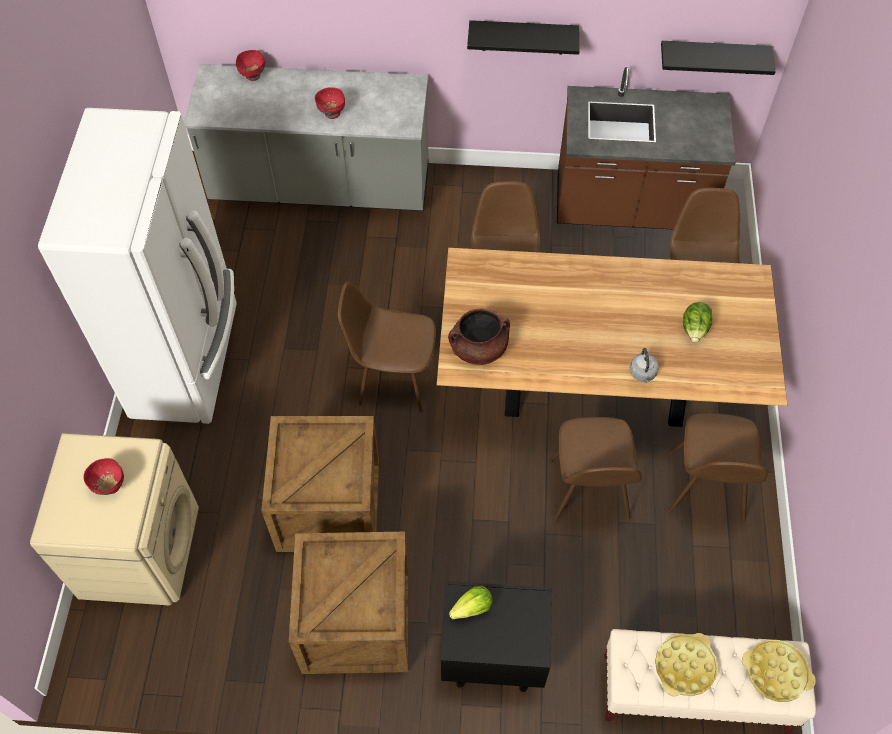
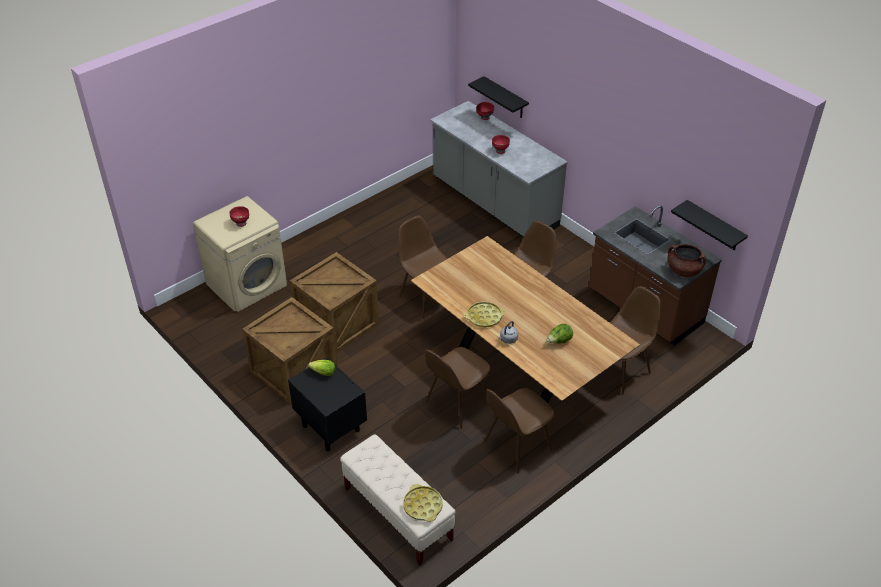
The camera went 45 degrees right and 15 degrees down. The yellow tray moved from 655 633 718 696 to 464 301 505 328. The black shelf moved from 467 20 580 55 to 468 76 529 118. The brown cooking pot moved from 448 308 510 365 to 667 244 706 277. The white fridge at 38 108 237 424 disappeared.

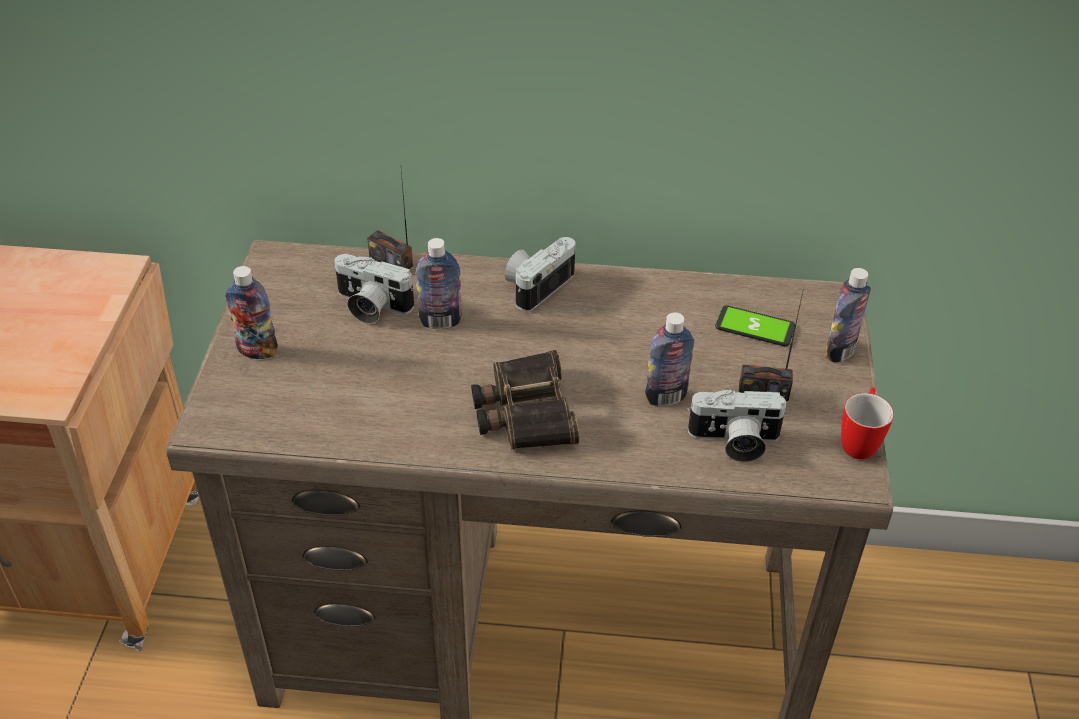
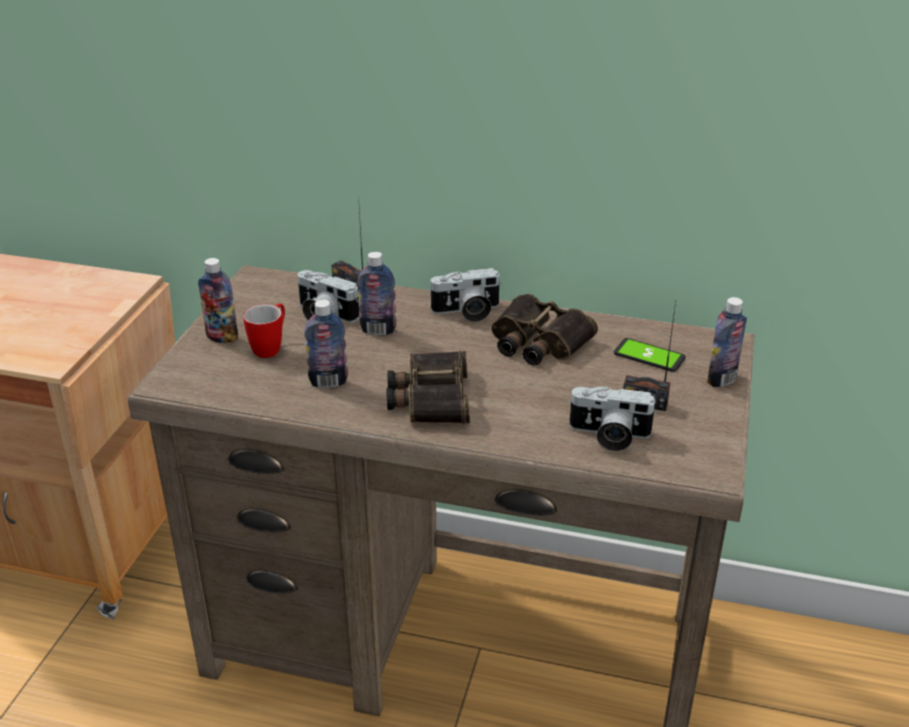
The camera went 10 degrees right and 10 degrees down. The mug moved from 841 387 894 459 to 243 303 285 358. The bottle moved from 645 312 695 406 to 304 300 348 388. The photo camera at 504 237 576 312 turned 150 degrees counterclockwise. The binoculars at 491 294 598 365 appeared.

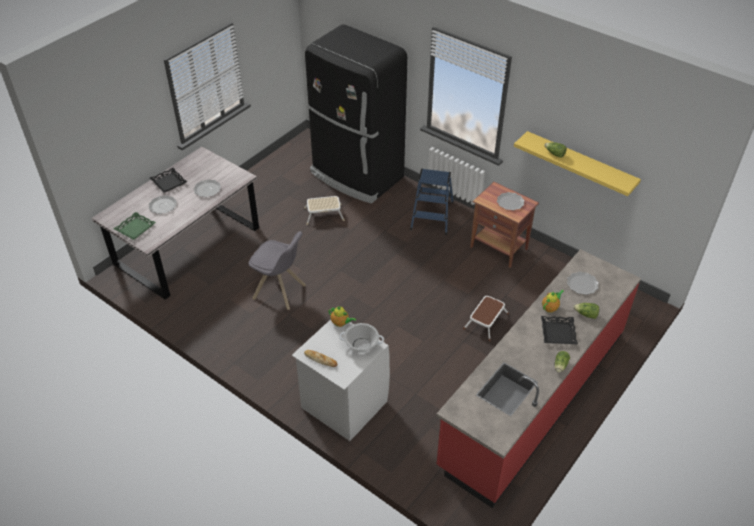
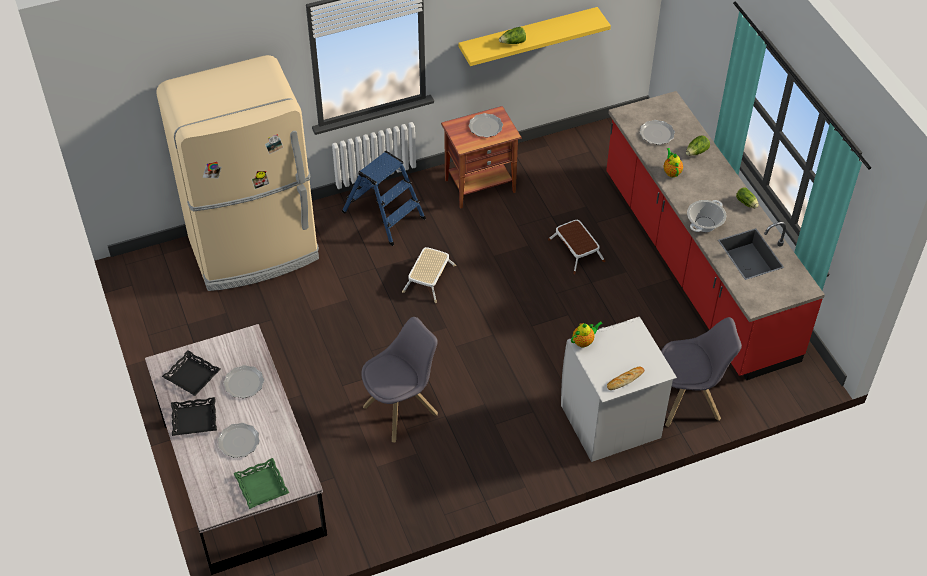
The camera went 60 degrees left and 5 degrees up. The black fridge at 305 24 407 204 became the beige fridge at 156 55 319 291. The black tray moved from 541 316 578 344 to 162 350 221 396. The beige step ladder moved from 304 196 345 225 to 402 247 456 303. The grey chair at 661 317 742 427 appeared. The cooking pot moved from 339 323 384 353 to 687 200 726 232.

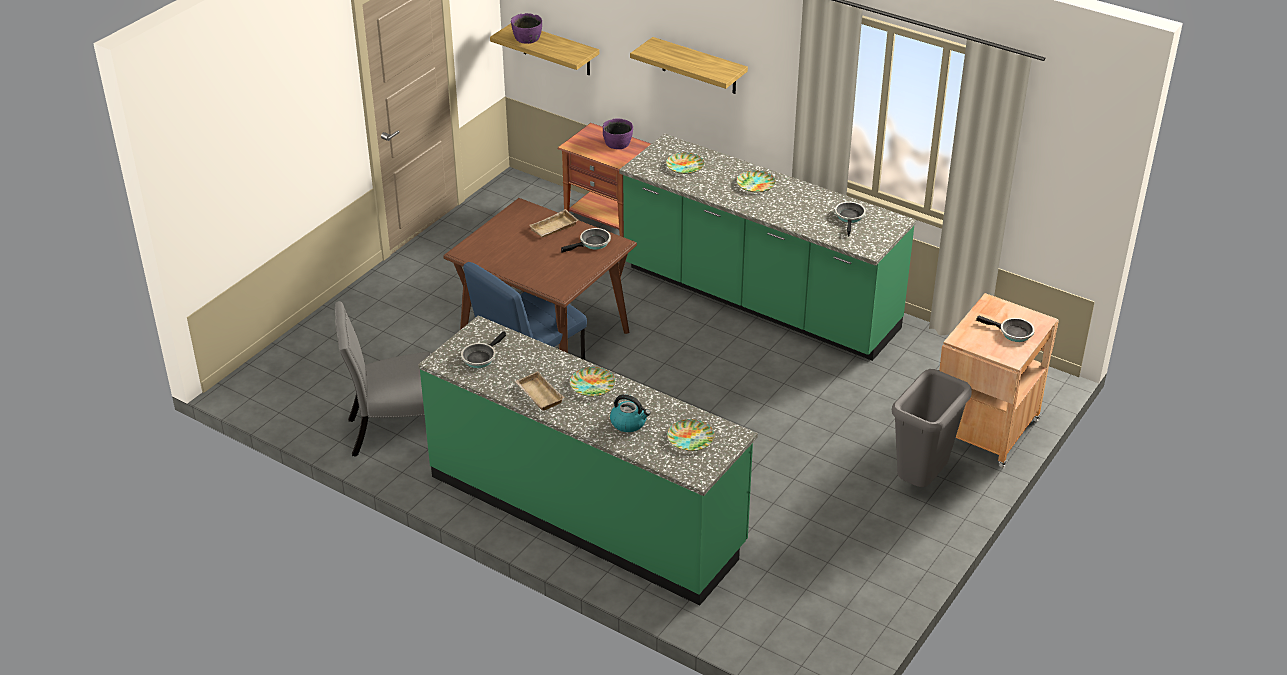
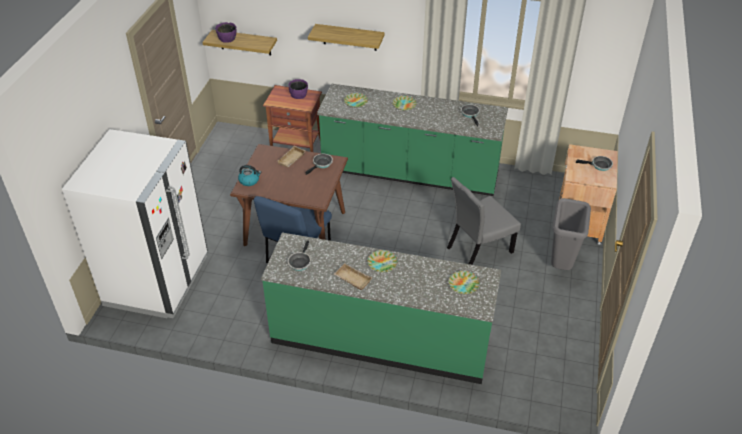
The camera went 20 degrees left and 5 degrees up. The white fridge at 62 129 208 318 appeared. The kettle moved from 610 394 651 432 to 238 165 261 186. The grey chair moved from 335 301 431 456 to 447 177 521 265.

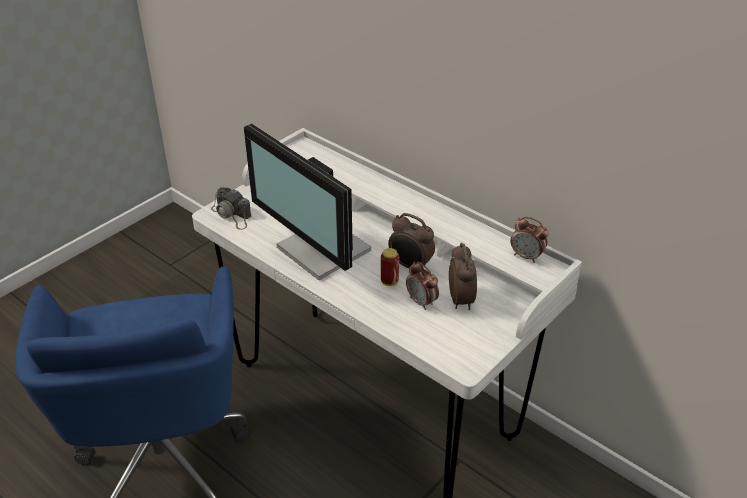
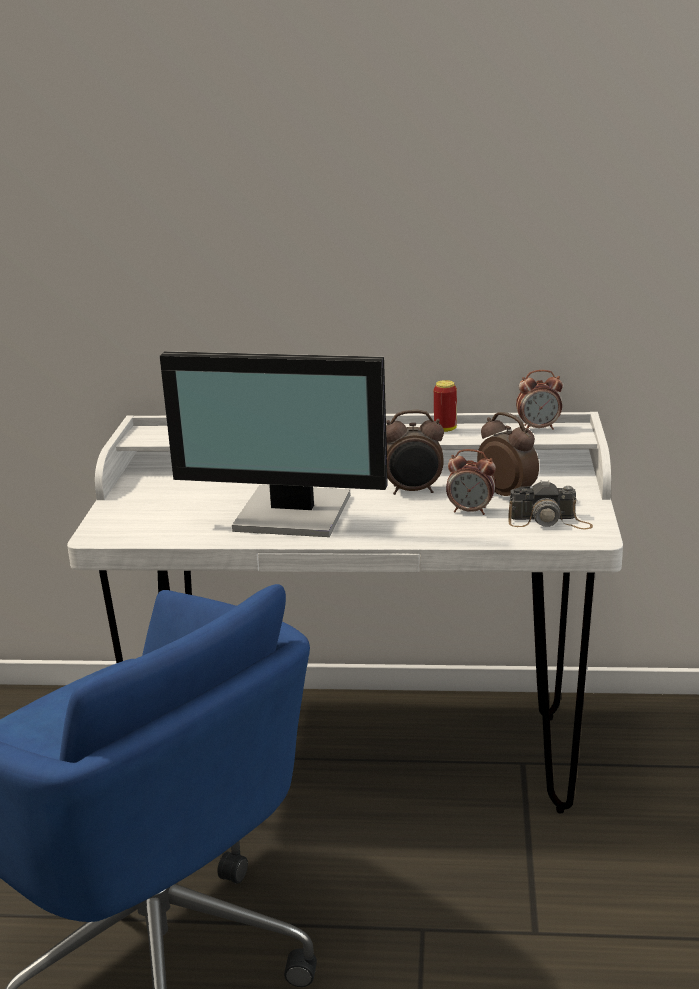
The camera went 35 degrees left and 15 degrees down. The can moved from 381 248 399 286 to 434 380 457 432. The photo camera moved from 211 187 251 230 to 508 480 593 529.

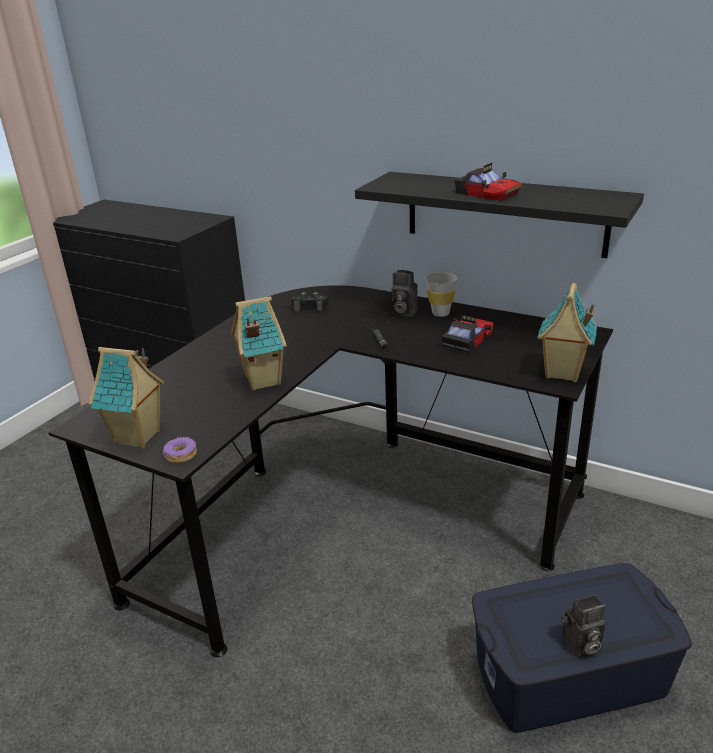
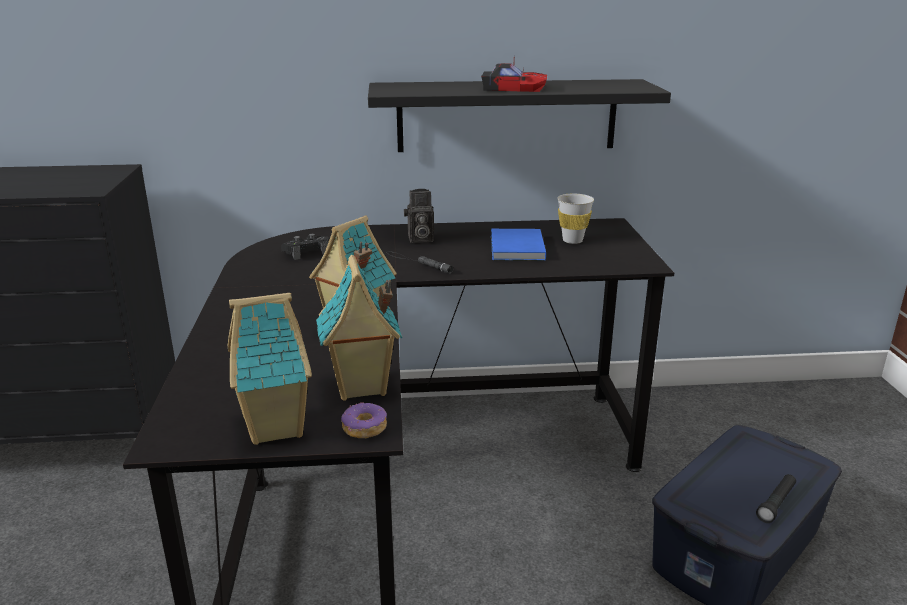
The camera went 35 degrees left and 5 degrees down. The toy house moved from 537 283 597 382 to 316 255 402 401. The toy car at 441 314 494 353 was replaced by the blue book at 491 229 546 261. The white cup moved from 426 272 457 317 to 557 194 594 244. The photo camera at 561 595 606 657 was replaced by the black flashlight at 756 474 796 523.

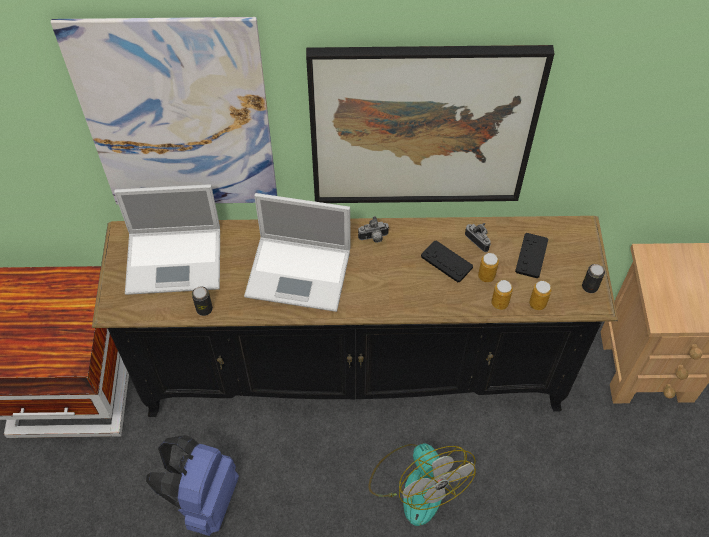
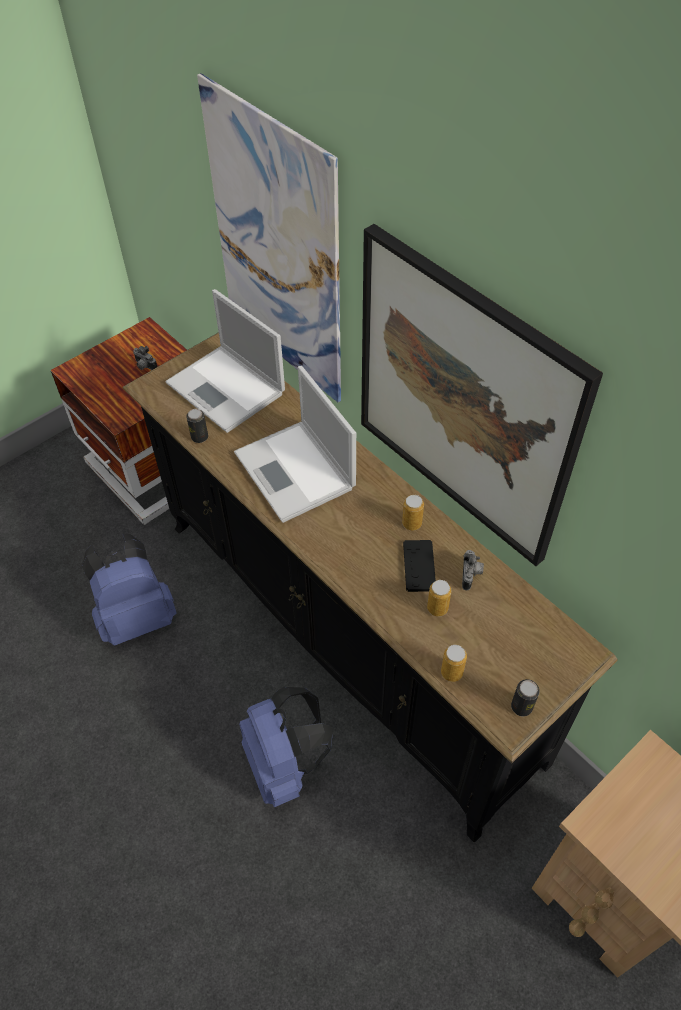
The camera went 50 degrees right and 5 degrees down. The photo camera moved from 358 216 389 243 to 133 346 157 370. The fan at 369 443 476 526 was replaced by the blue backpack at 239 687 333 807. The can moved from 491 280 513 310 to 402 495 424 531. The black game controller at 515 233 548 279 disappeared.

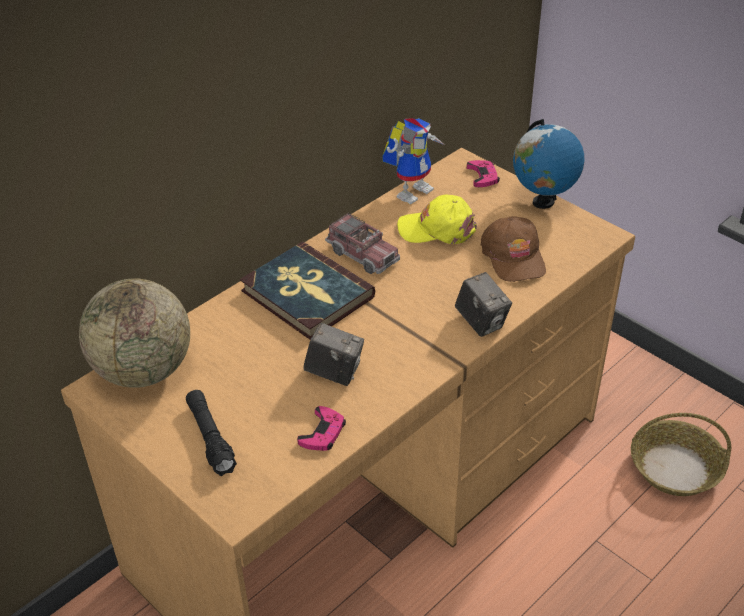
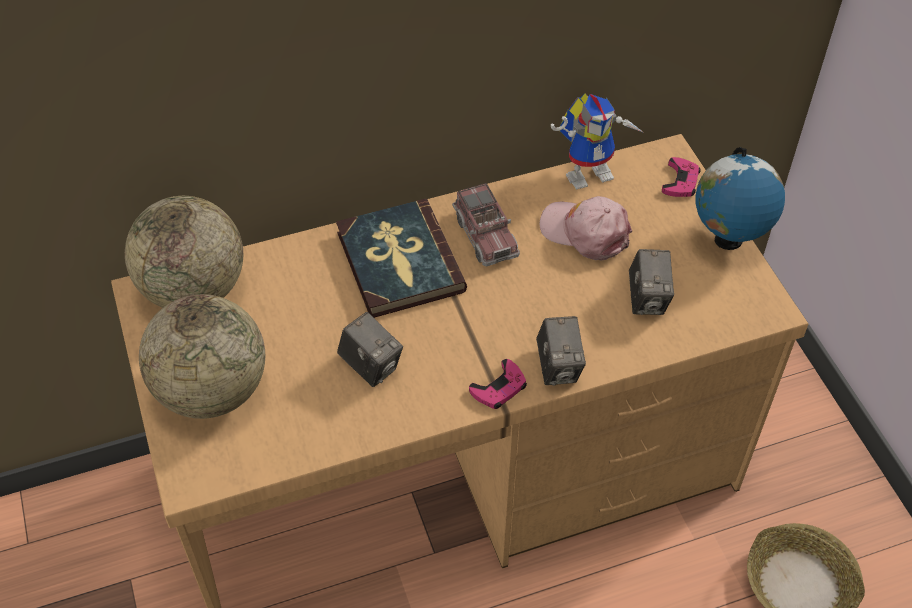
The camera went 25 degrees right and 10 degrees up. The black flashlight at 186 390 237 476 was replaced by the globe at 139 294 265 419. The pink game controller moved from 297 406 346 451 to 469 359 527 409. The yellow cap at 397 195 477 244 became the pink cap at 539 196 632 261. The brown cap at 480 216 546 282 was replaced by the photo camera at 629 249 674 315.

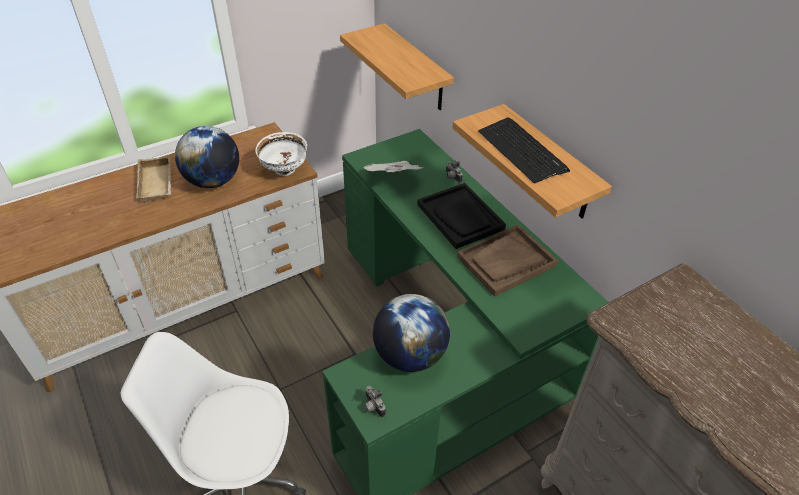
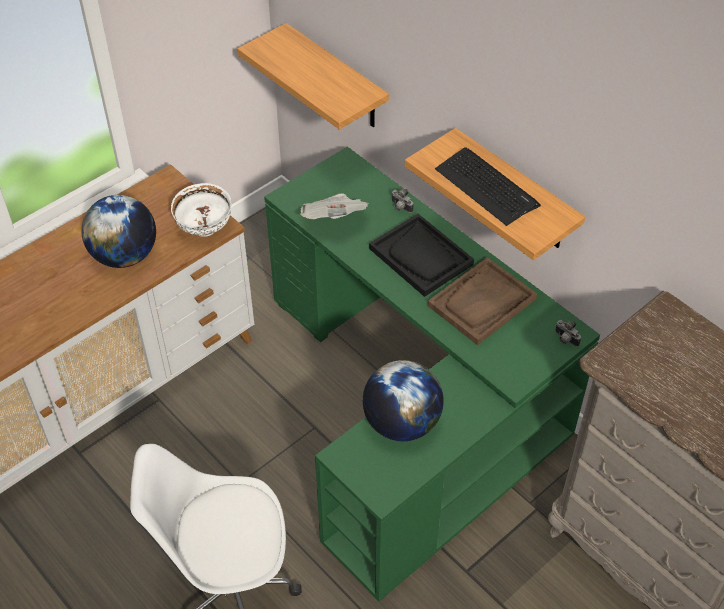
The camera went 10 degrees left and 5 degrees up. The photo camera moved from 364 386 386 417 to 555 320 581 347. The beige tray at 136 156 171 203 disappeared.

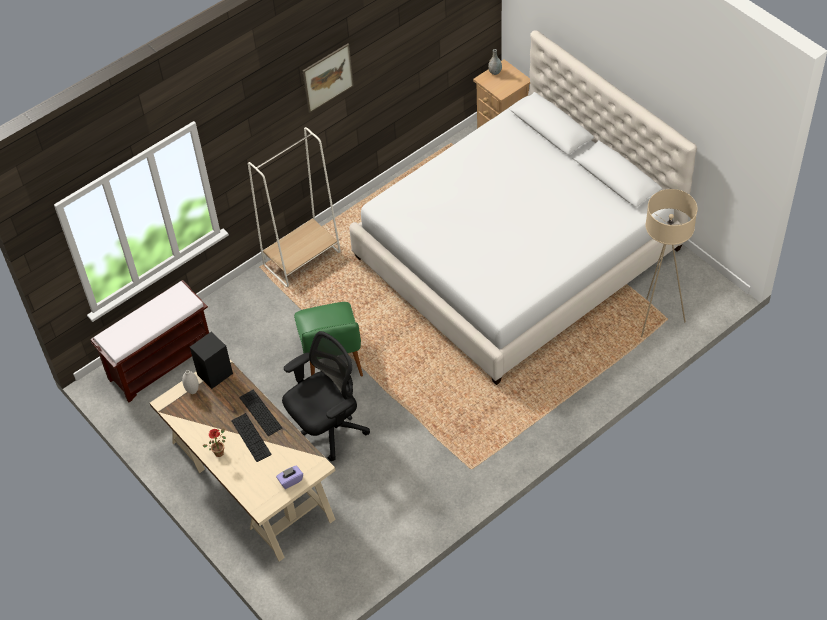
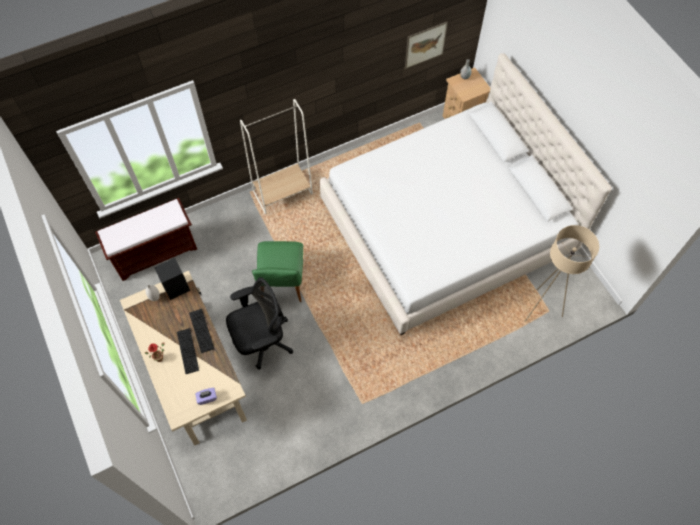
The camera went 10 degrees right and 10 degrees up. The picture moved from 303 44 354 113 to 405 22 448 69.

